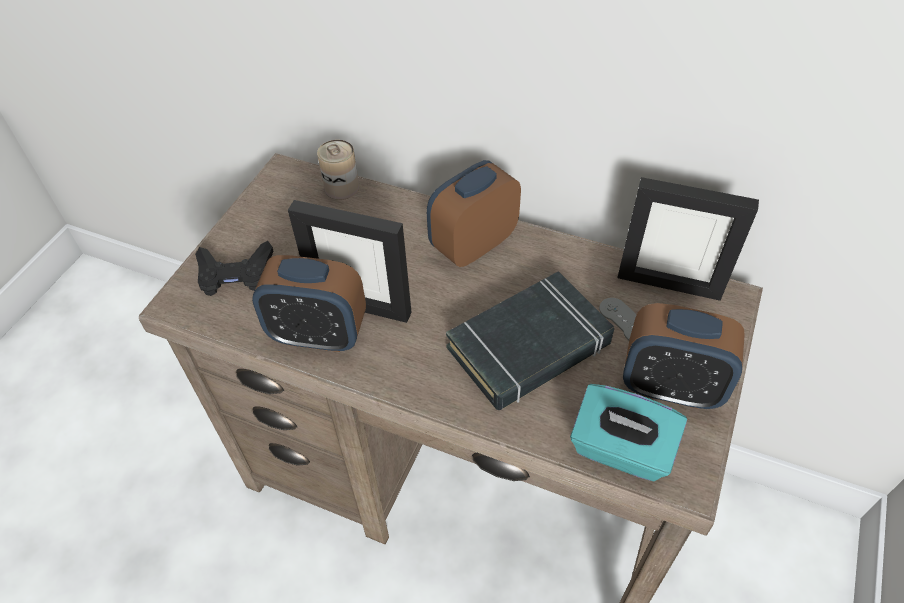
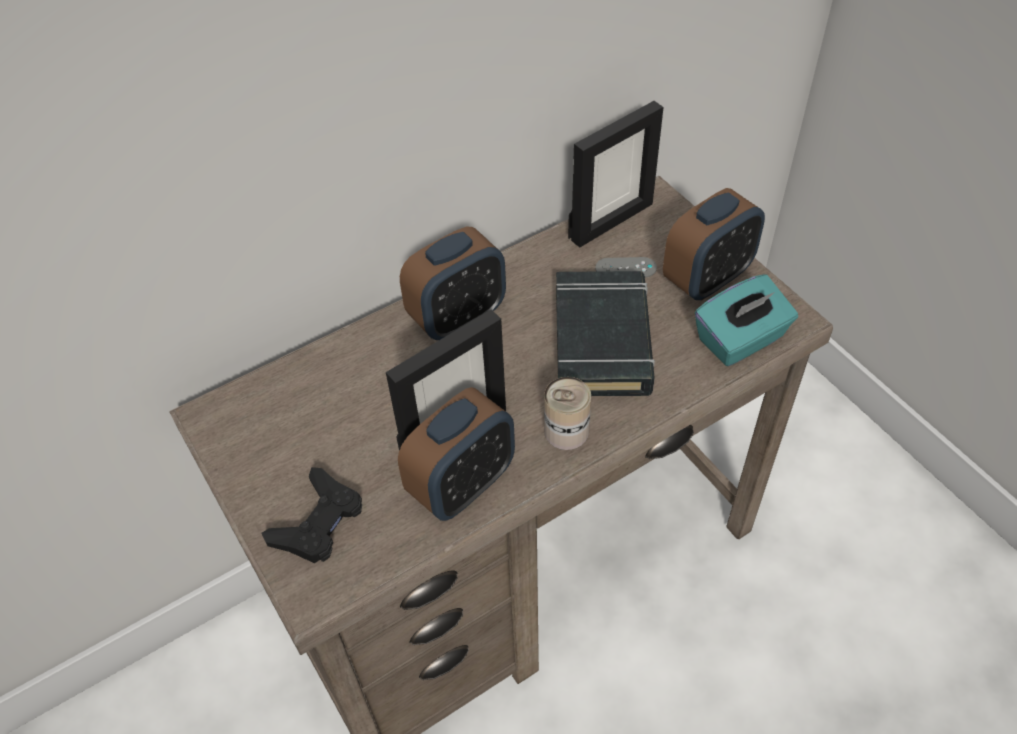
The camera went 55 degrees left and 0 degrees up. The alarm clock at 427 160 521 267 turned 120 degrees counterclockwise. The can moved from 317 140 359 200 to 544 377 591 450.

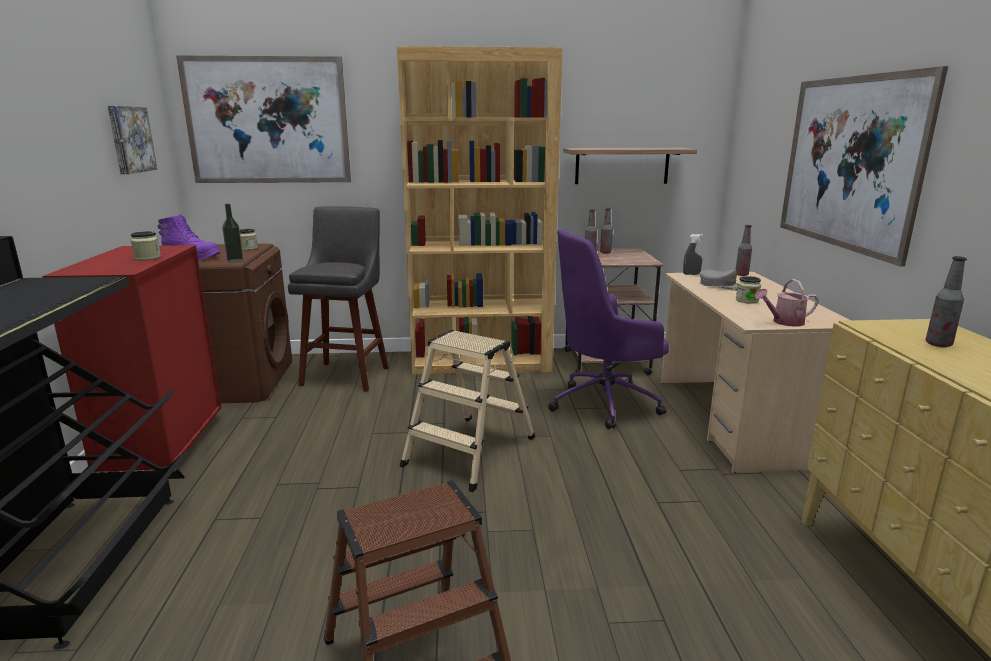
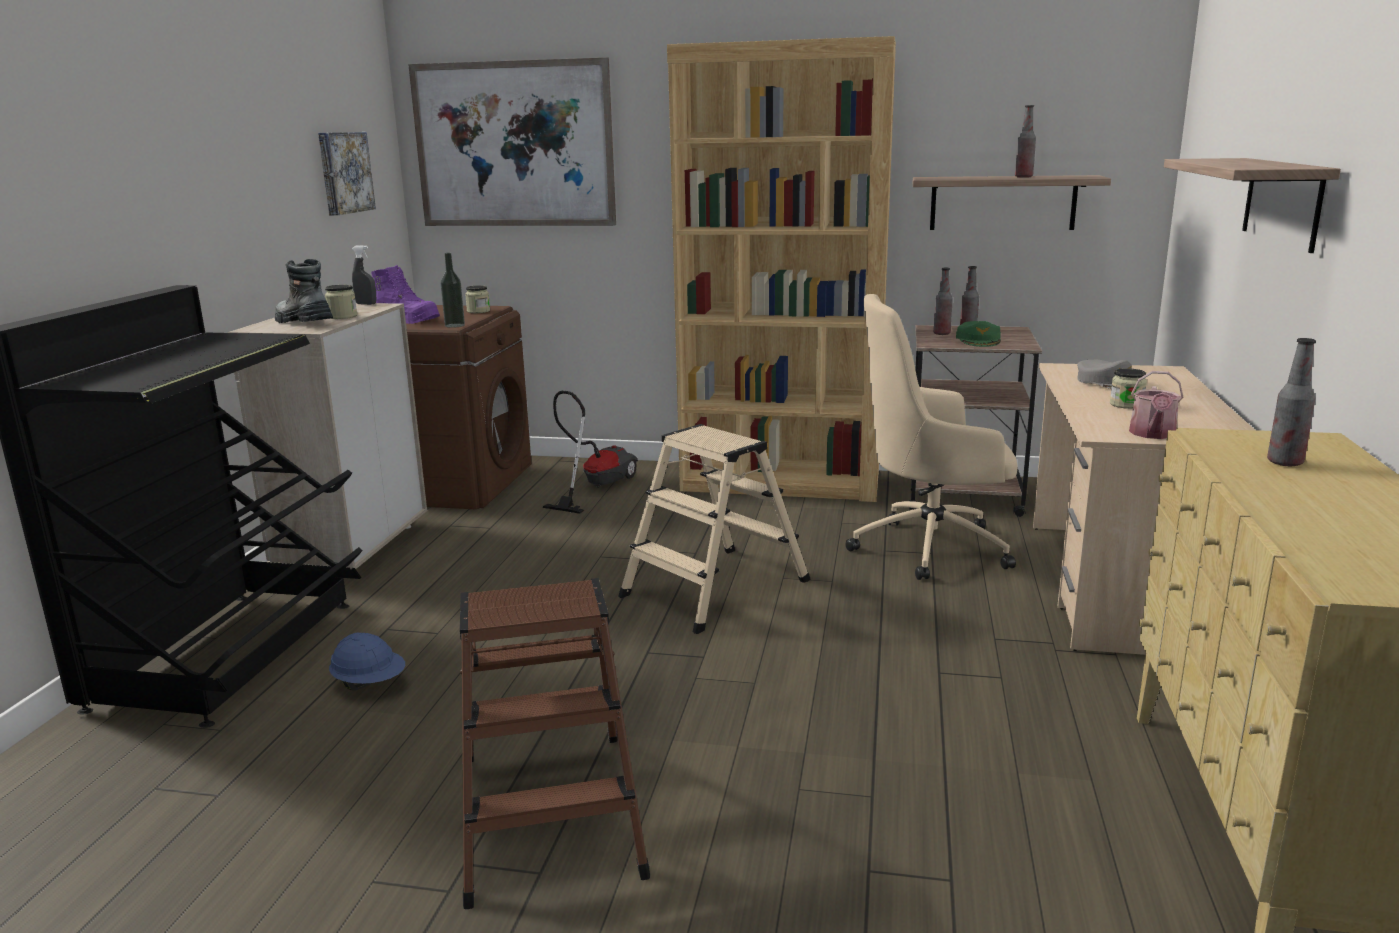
The camera went 15 degrees right and 0 degrees up. The red cabinet at 42 245 221 472 became the beige cabinet at 227 303 427 569. The boot at 275 259 333 323 appeared. The blue hard hat at 329 632 405 691 appeared. The grey spray bottle moved from 683 234 703 275 to 352 245 377 305. The grey stool at 288 206 389 392 was replaced by the vacuum cleaner at 542 391 638 514. The purple office chair at 548 229 669 429 became the beige office chair at 845 294 1017 580. The green cap at 956 321 1001 347 appeared. The bottle moved from 735 225 752 276 to 1015 105 1036 178. The watering can at 755 279 819 327 turned 75 degrees counterclockwise. The picture at 780 66 948 267 was replaced by the shelf at 1164 158 1341 253.

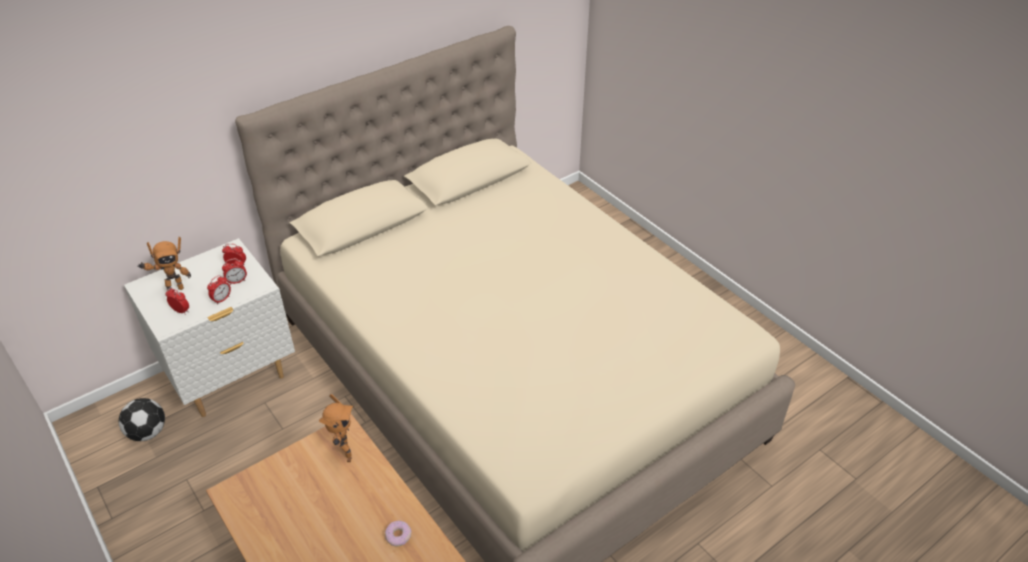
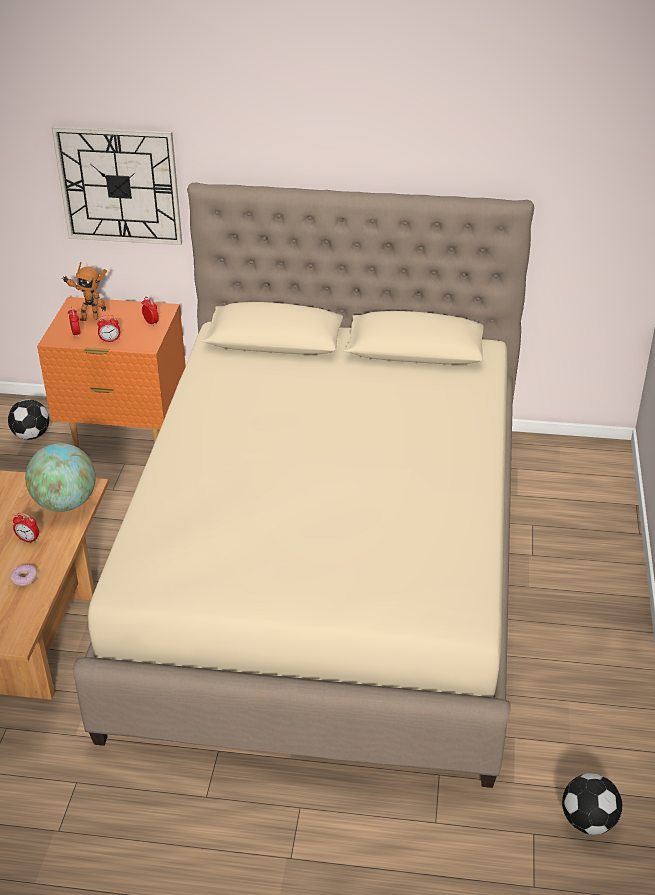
The camera went 45 degrees right and 5 degrees down. The alarm clock moved from 222 258 247 285 to 13 513 39 544. The toy robot at 319 394 353 462 was replaced by the globe at 25 443 96 512. The white nightstand at 124 238 295 417 became the orange nightstand at 37 297 186 448. The wall clock at 52 126 182 245 appeared. The football at 562 773 622 835 appeared.

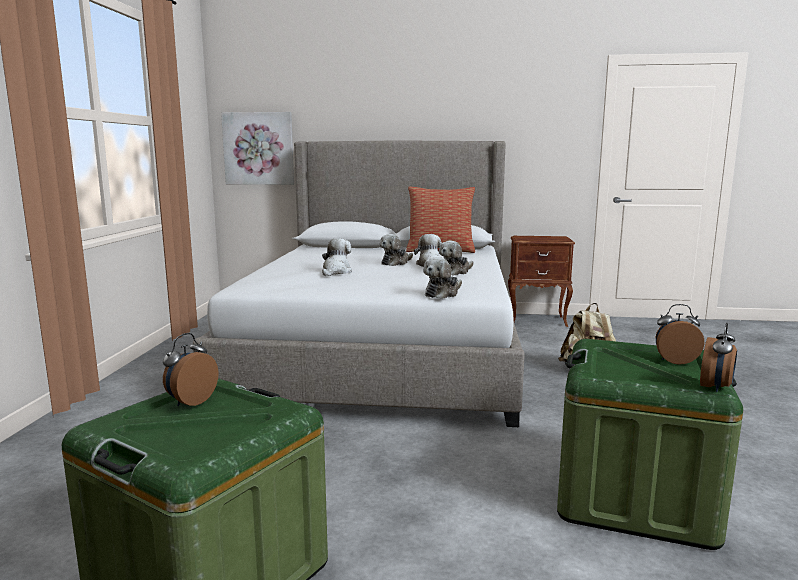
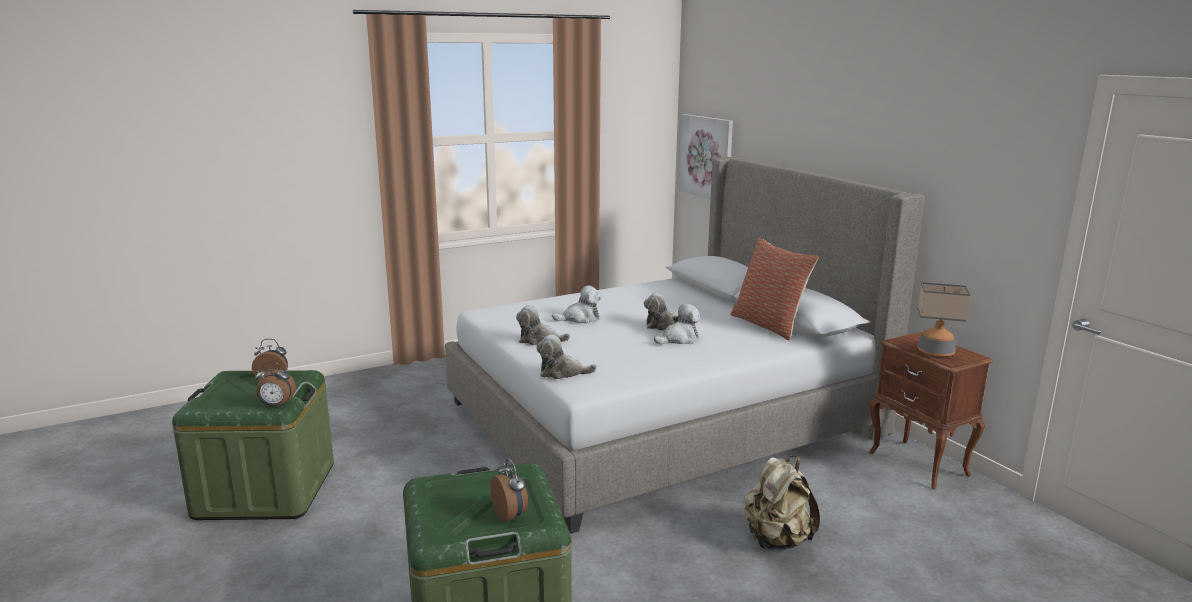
The camera went 55 degrees right and 5 degrees up. The alarm clock moved from 700 323 737 392 to 255 362 296 407. The plush toy moved from 439 241 473 276 to 516 305 570 345. The table lamp at 917 282 970 357 appeared.

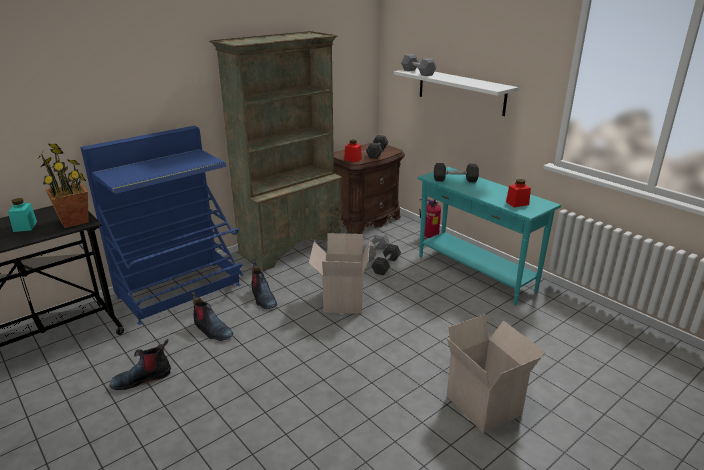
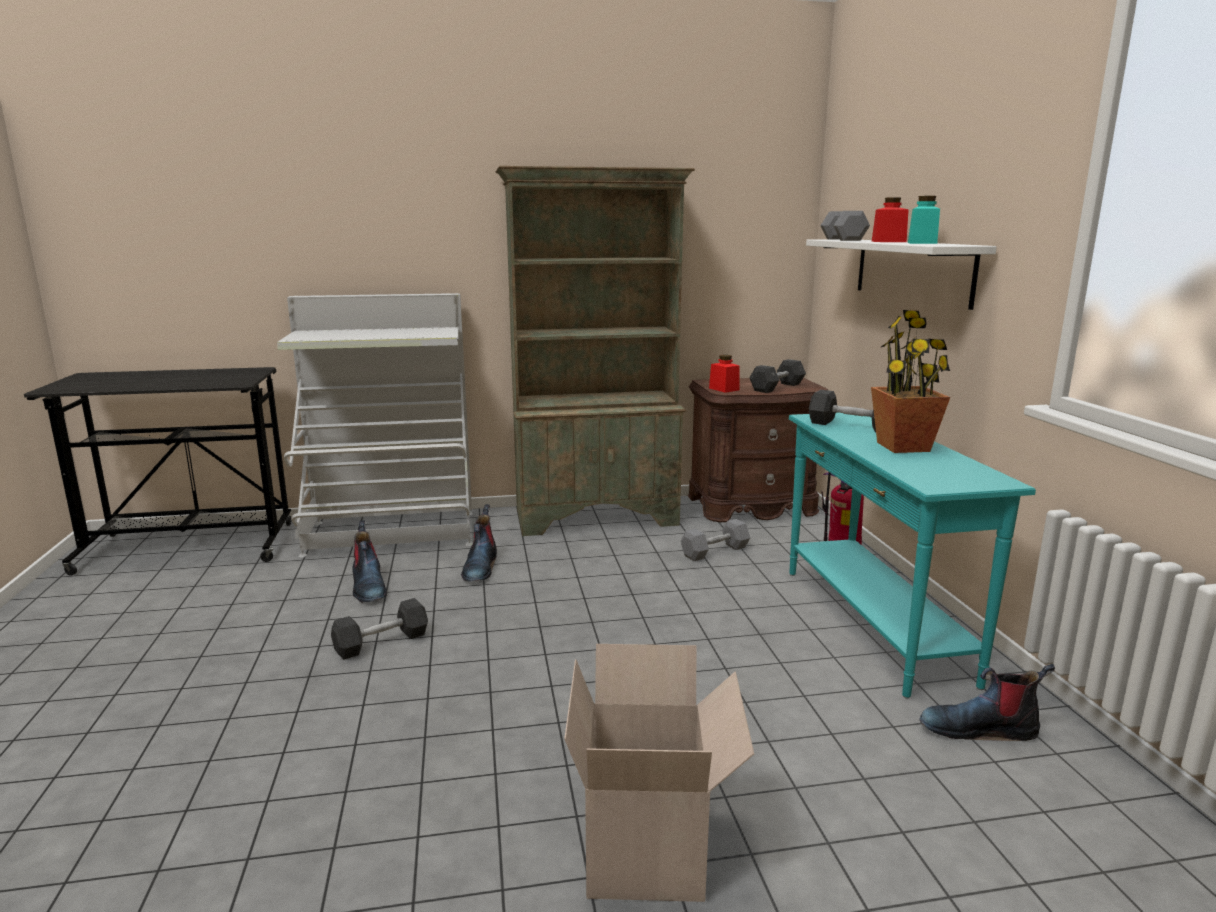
The camera went 30 degrees right and 10 degrees down. The blue shoe rack at 80 126 243 325 became the white shoe rack at 277 293 473 557. The grey dumbbell moved from 371 244 401 275 to 331 598 428 660. The potted plant moved from 39 144 89 228 to 871 310 950 453. The red jar moved from 506 179 531 208 to 872 197 909 242. The turquoise jar moved from 8 198 37 232 to 908 196 940 244. The boot moved from 110 339 171 390 to 919 664 1055 741. The cardboard box at 309 233 370 314 disappeared.

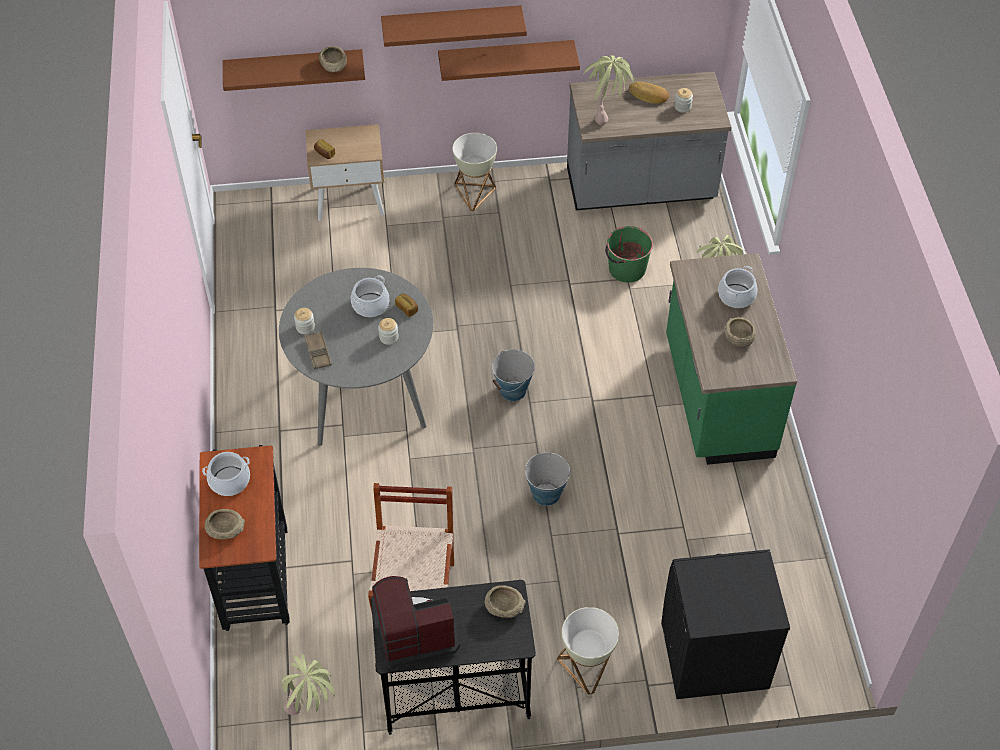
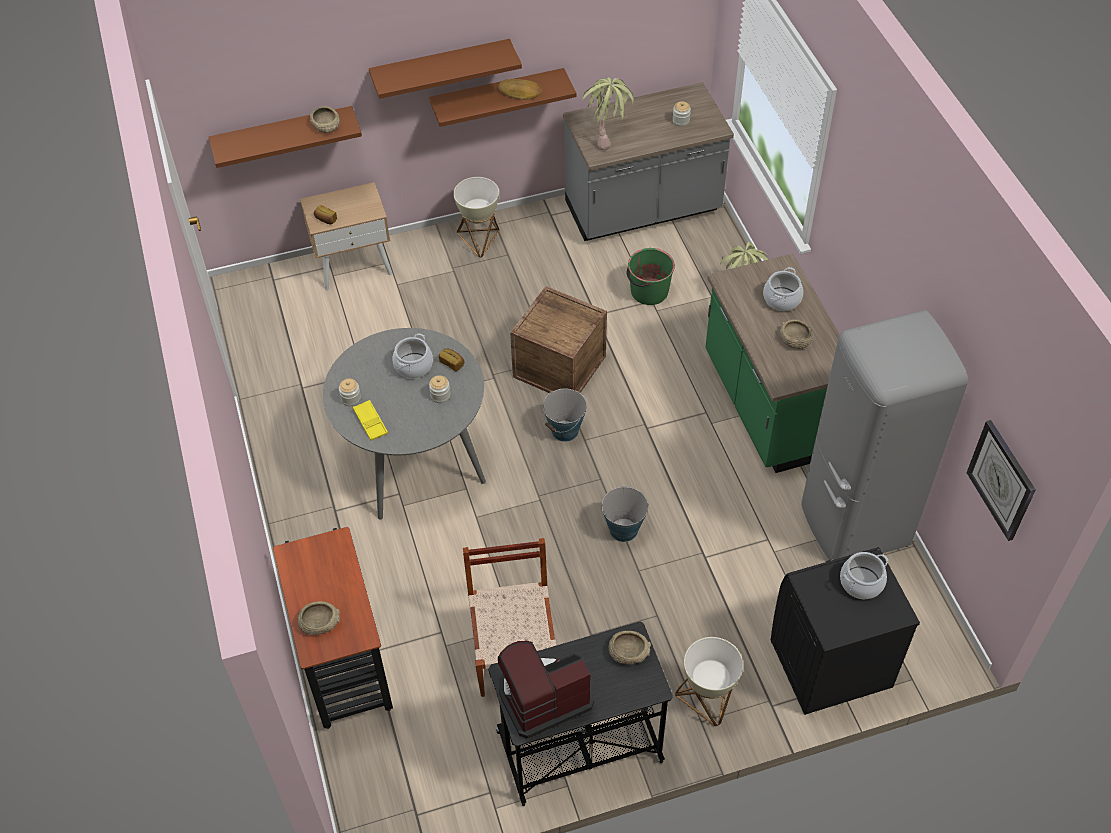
The camera went 10 degrees left and 0 degrees up. The brown tray at 304 331 332 369 became the yellow tray at 353 400 388 441. The bread moved from 629 82 669 104 to 498 79 542 99. The crate at 510 286 607 393 appeared. The grey fridge at 801 310 968 560 appeared. The cooking pot moved from 202 452 250 496 to 840 552 888 599. The wall clock at 967 420 1036 541 appeared. The potted plant at 281 654 335 715 disappeared.

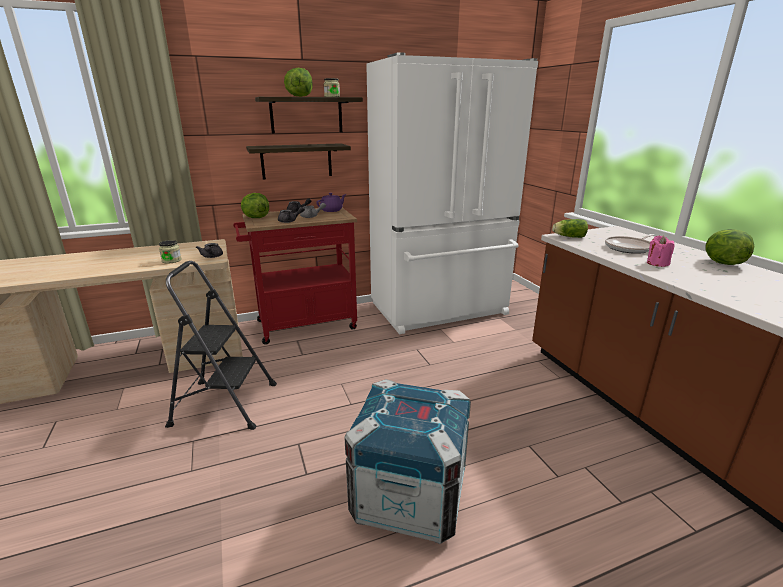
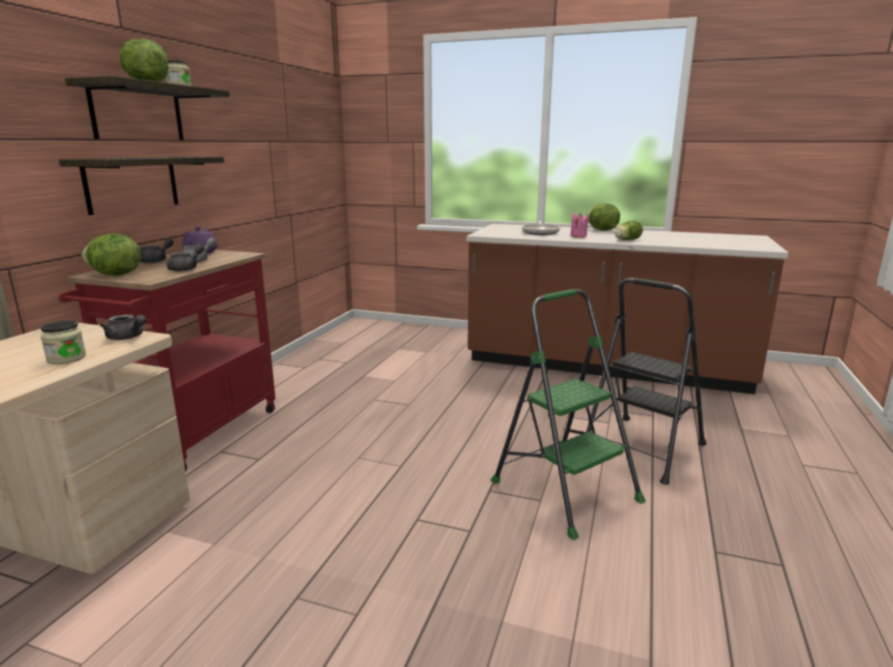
The camera went 50 degrees left and 5 degrees down. The crate at 344 379 471 544 was replaced by the green step ladder at 490 289 646 540. The black step ladder moved from 165 261 277 430 to 586 278 707 485. The lettuce moved from 552 219 588 238 to 614 221 643 240. The white fridge at 366 52 538 334 disappeared.

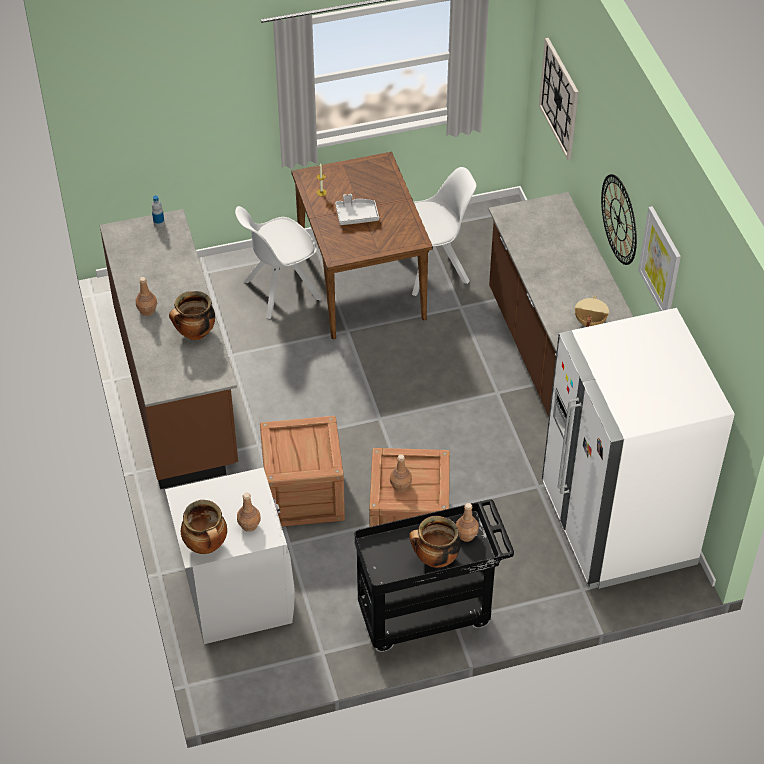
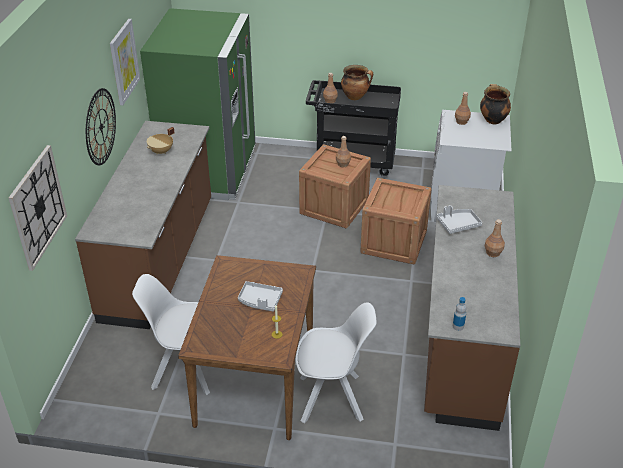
The camera went 155 degrees left and 10 degrees down. The white fridge at 542 308 735 589 became the green fridge at 140 8 256 200. The cooking pot at 169 291 215 340 was replaced by the grey tray at 436 205 482 234.

